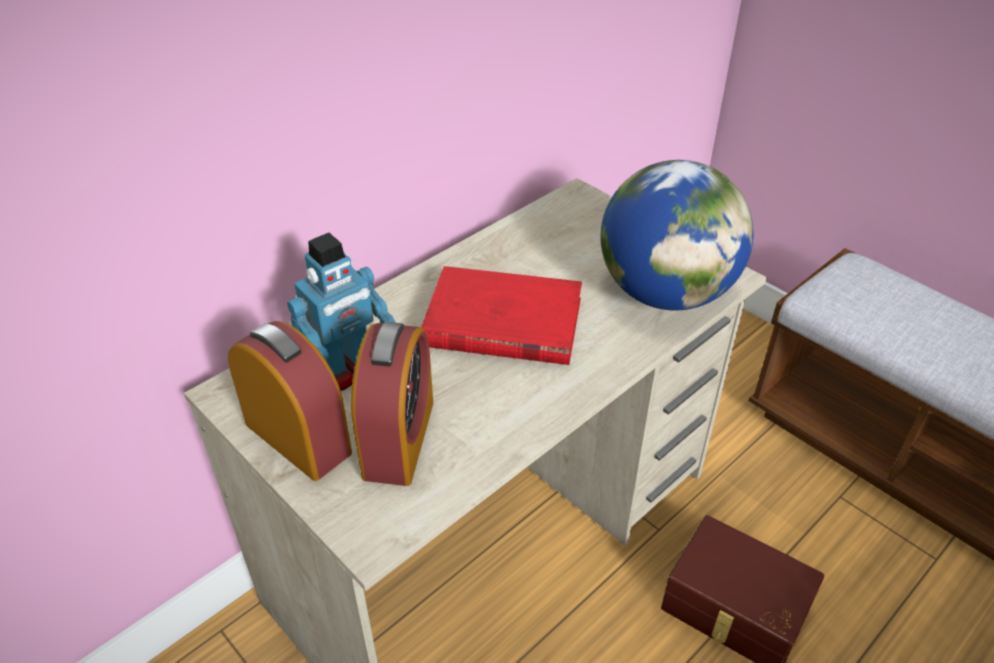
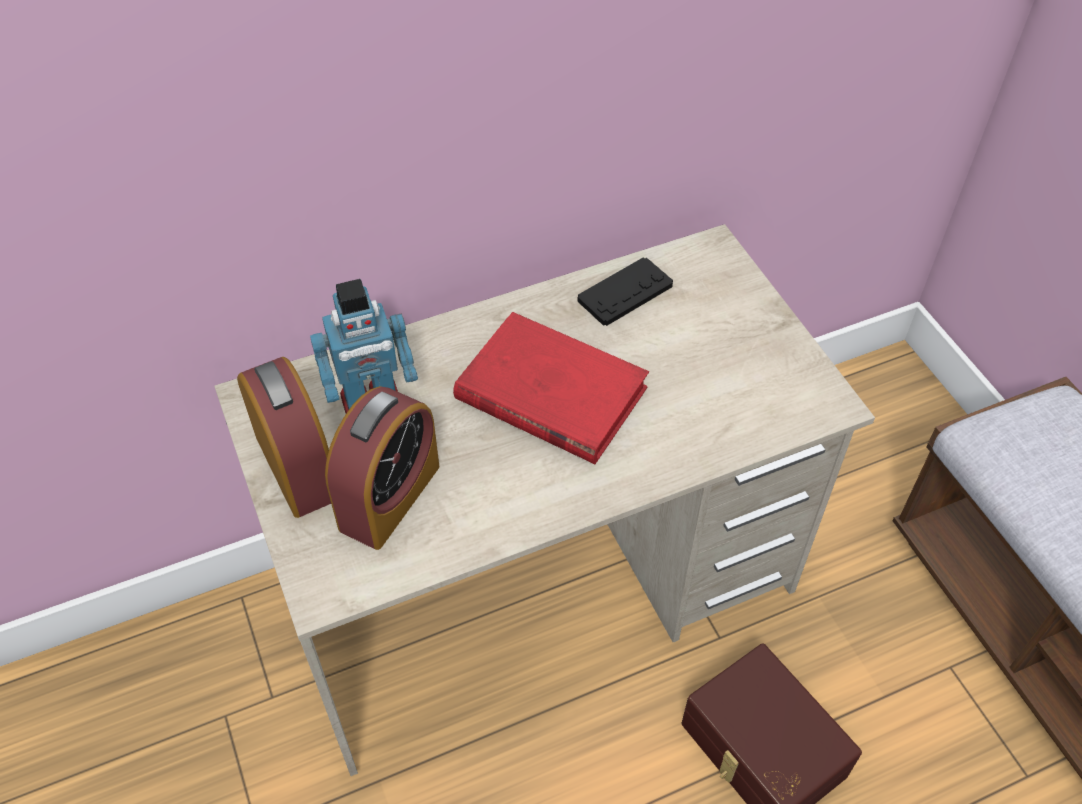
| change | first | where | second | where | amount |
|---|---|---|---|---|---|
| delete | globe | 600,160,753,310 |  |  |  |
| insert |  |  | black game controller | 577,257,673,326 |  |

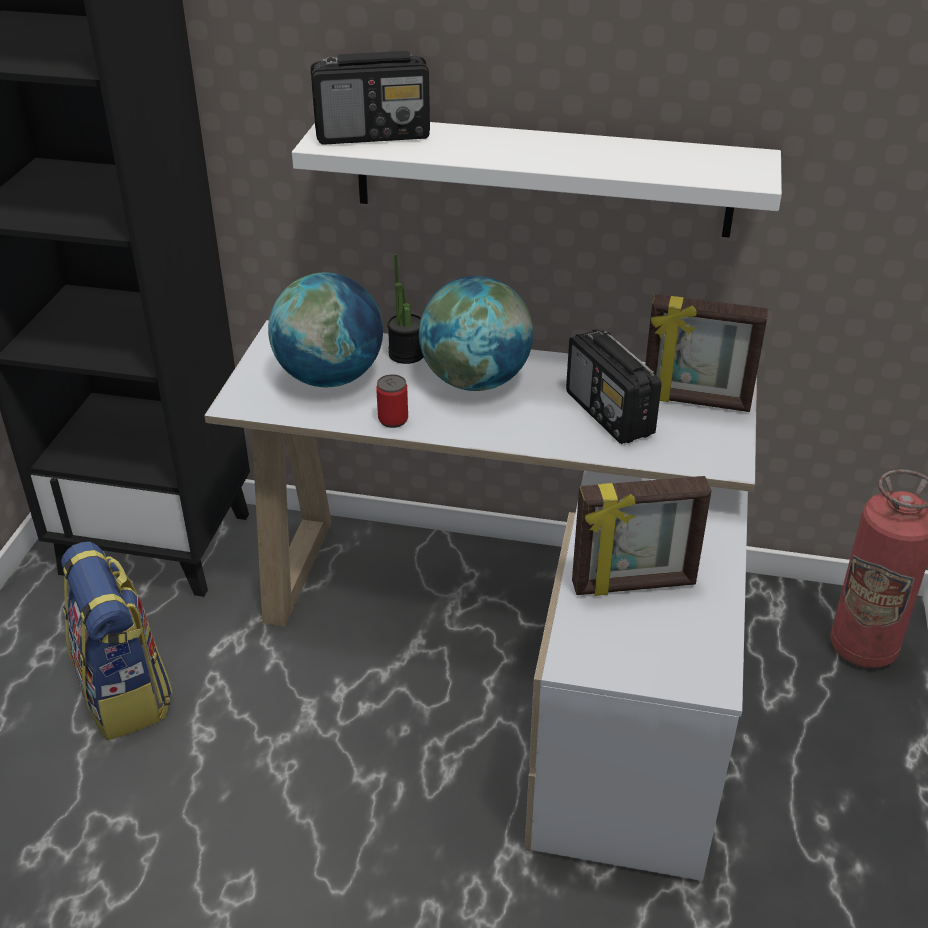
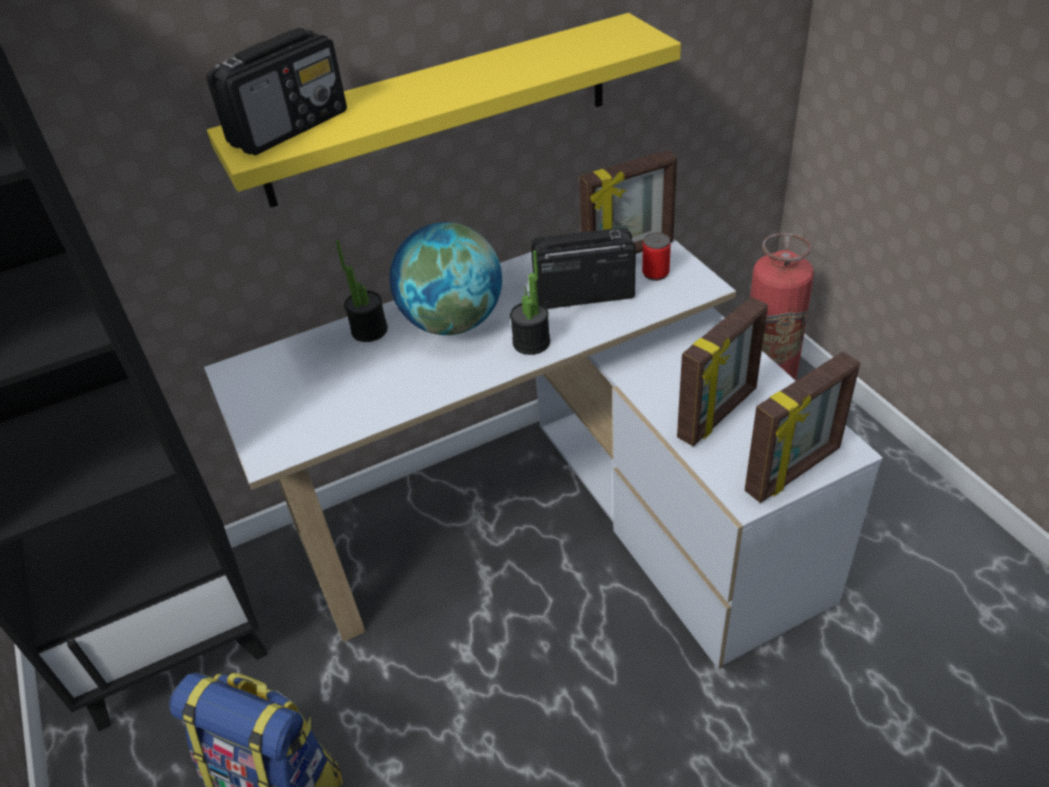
| change | first | where | second | where | amount |
|---|---|---|---|---|---|
| delete | globe | 268,273,383,387 |  |  |  |
| recolor | white shelf | 292,122,782,238 | yellow shelf | 207,13,681,208 |  |
| move | can | 376,374,408,428 |  | 642,233,671,281 |  |
| rotate | radio | 566,329,662,444 |  | 531,227,636,309 | 150 degrees clockwise |
| insert |  |  | potted plant | 510,250,550,355 |  |
| insert |  |  | picture frame | 745,352,860,503 |  |

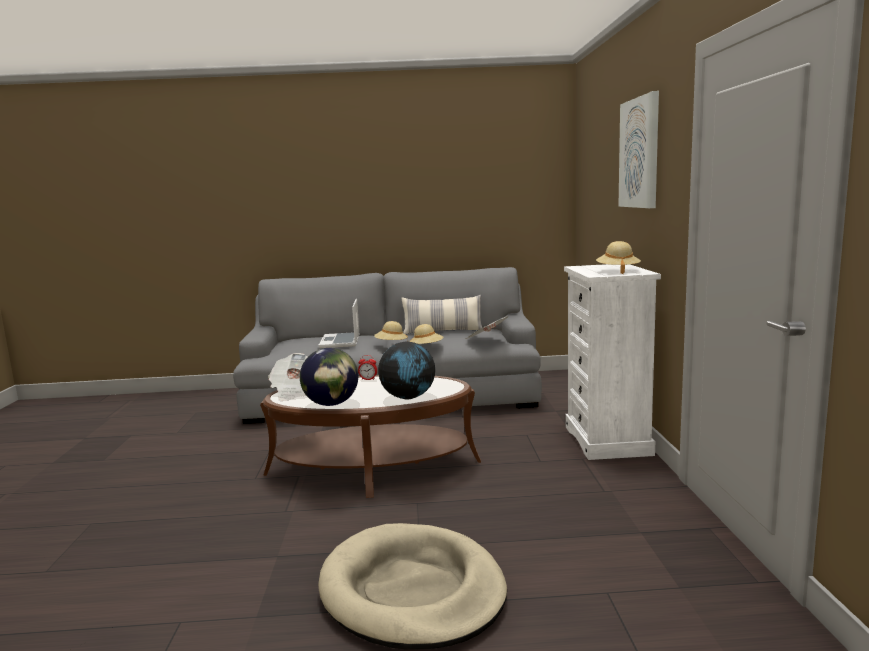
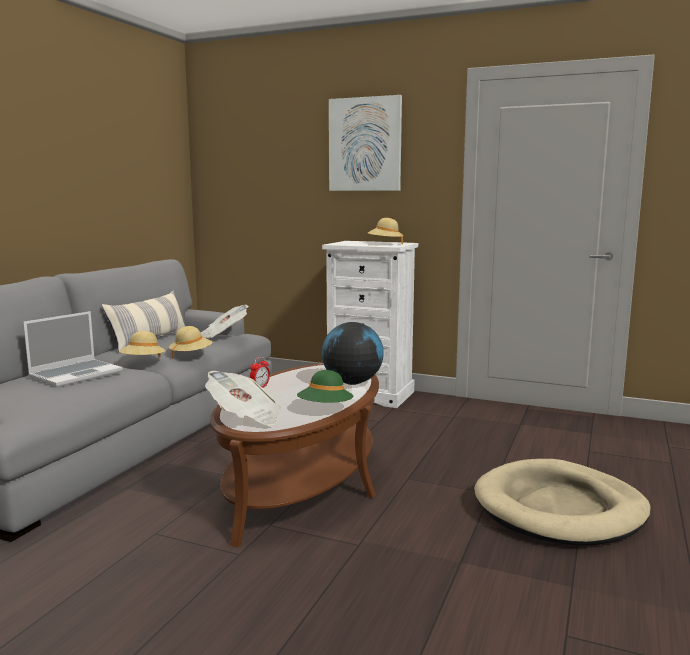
| change | first | where | second | where | amount |
|---|---|---|---|---|---|
| replace | globe | 300,348,358,406 | green hat | 297,370,353,403 |  |
| rotate | laptop | 318,299,360,348 |  | 23,311,123,387 | 75 degrees counterclockwise |

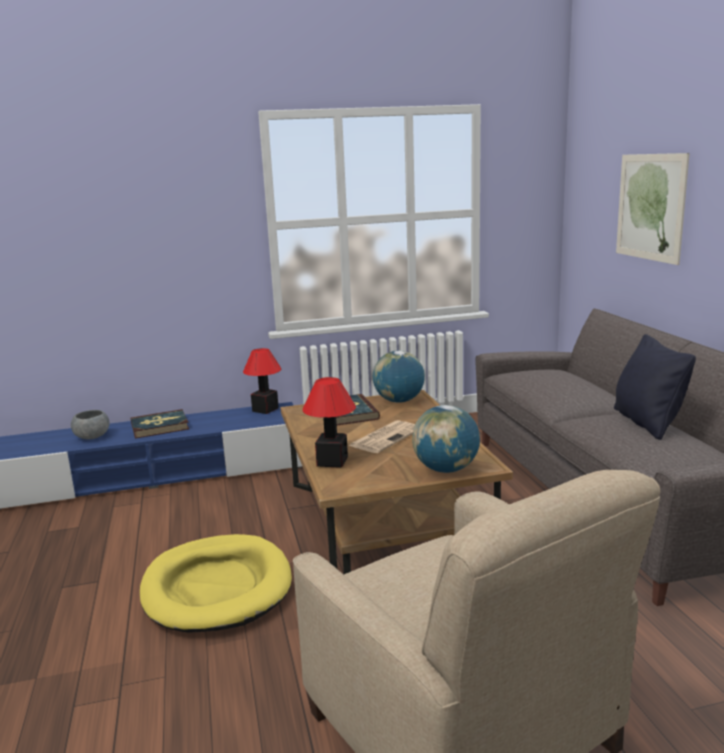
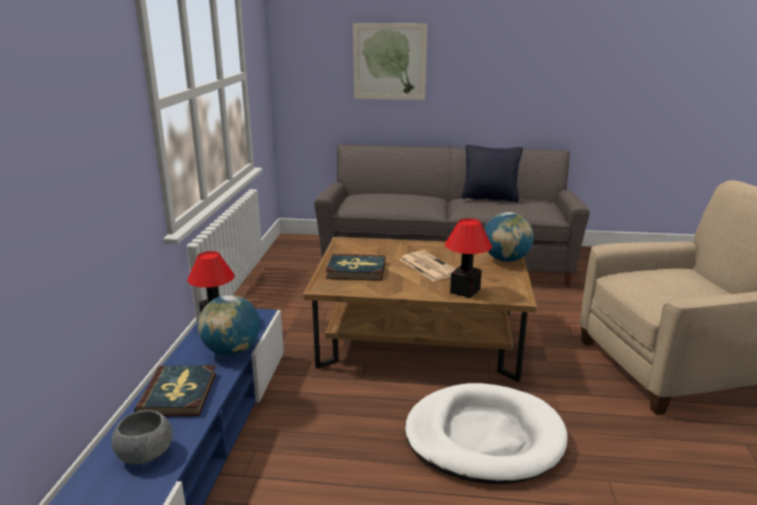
| change | first | where | second | where | amount |
|---|---|---|---|---|---|
| recolor | yellow dog bed | 140,534,292,633 | white dog bed | 405,383,568,484 |  |
| move | globe | 373,351,425,403 |  | 198,295,260,356 |  |

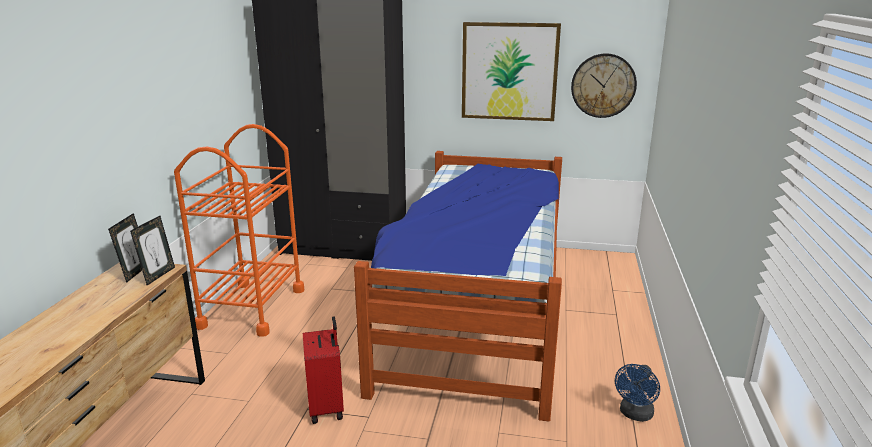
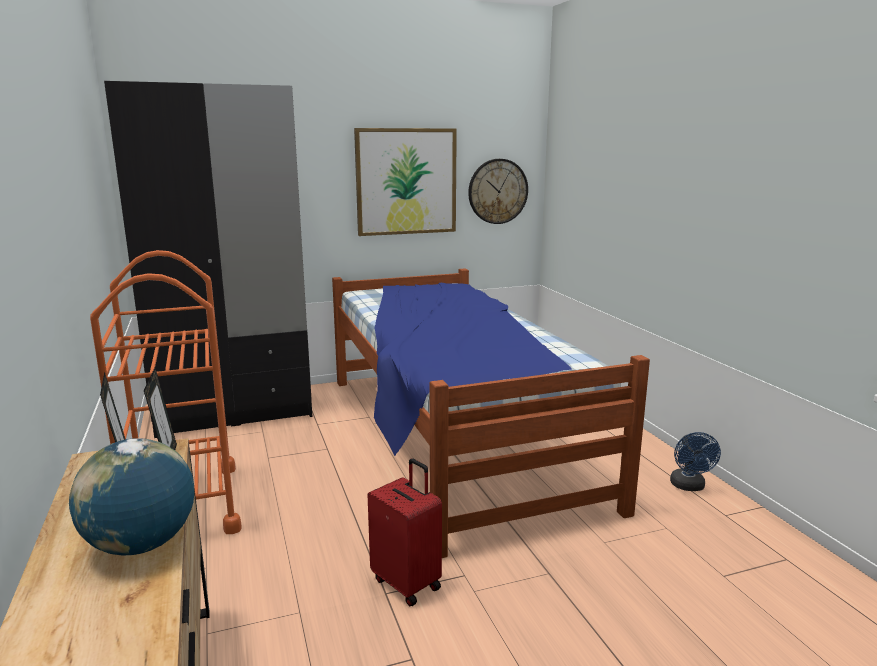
| change | first | where | second | where | amount |
|---|---|---|---|---|---|
| insert |  |  | globe | 69,438,194,556 |  |

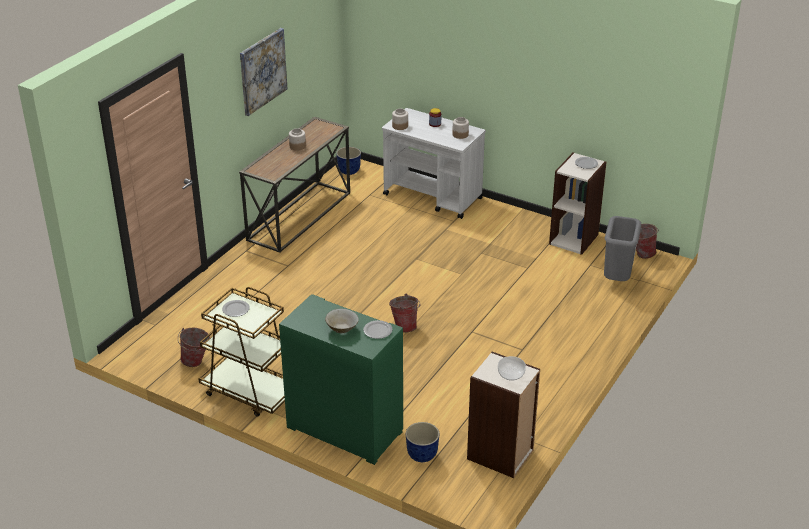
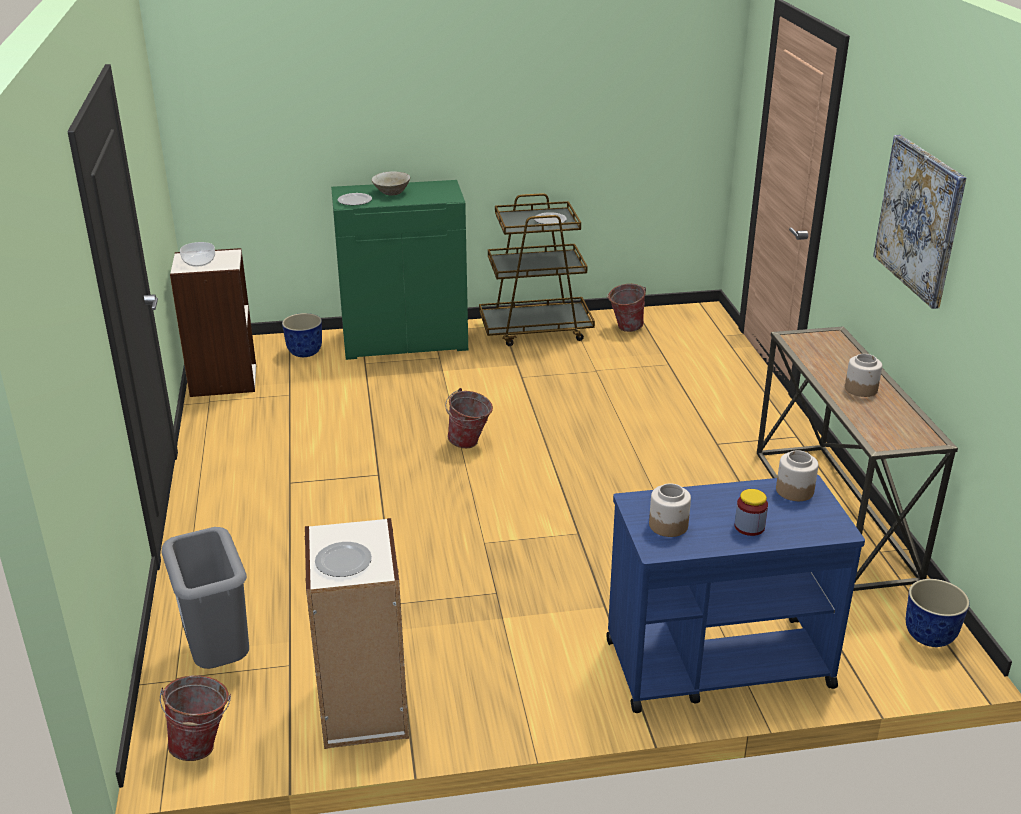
| change | first | where | second | where | amount |
|---|---|---|---|---|---|
| recolor | white cart | 382,108,486,219 | blue cart | 607,475,865,713 |  |

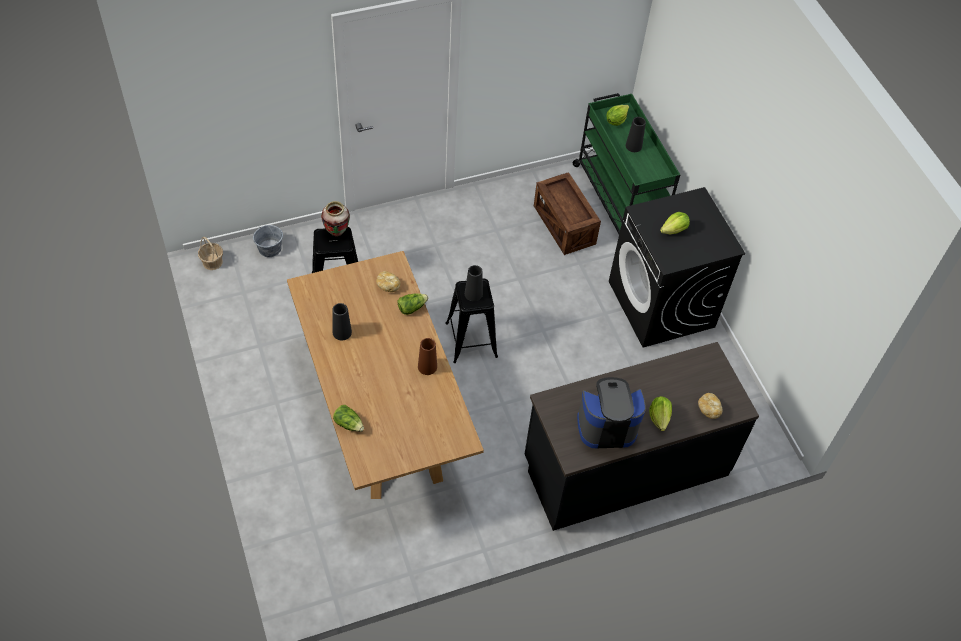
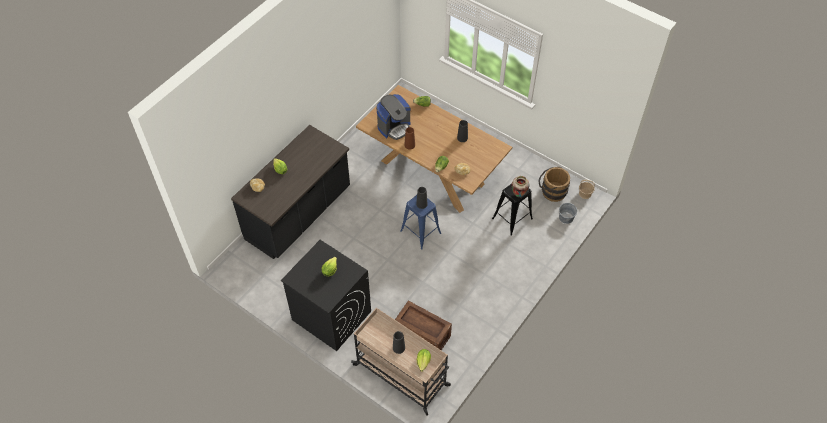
| change | first | where | second | where | amount |
|---|---|---|---|---|---|
| recolor | black stool | 445,278,498,363 | blue stool | 400,195,441,249 |  |
| recolor | green cart | 572,93,680,234 | beige cart | 351,308,451,416 |  |
| move | coffee machine | 577,377,646,448 |  | 376,94,411,140 |  |
| insert |  |  | brown bucket | 538,167,570,202 |  |

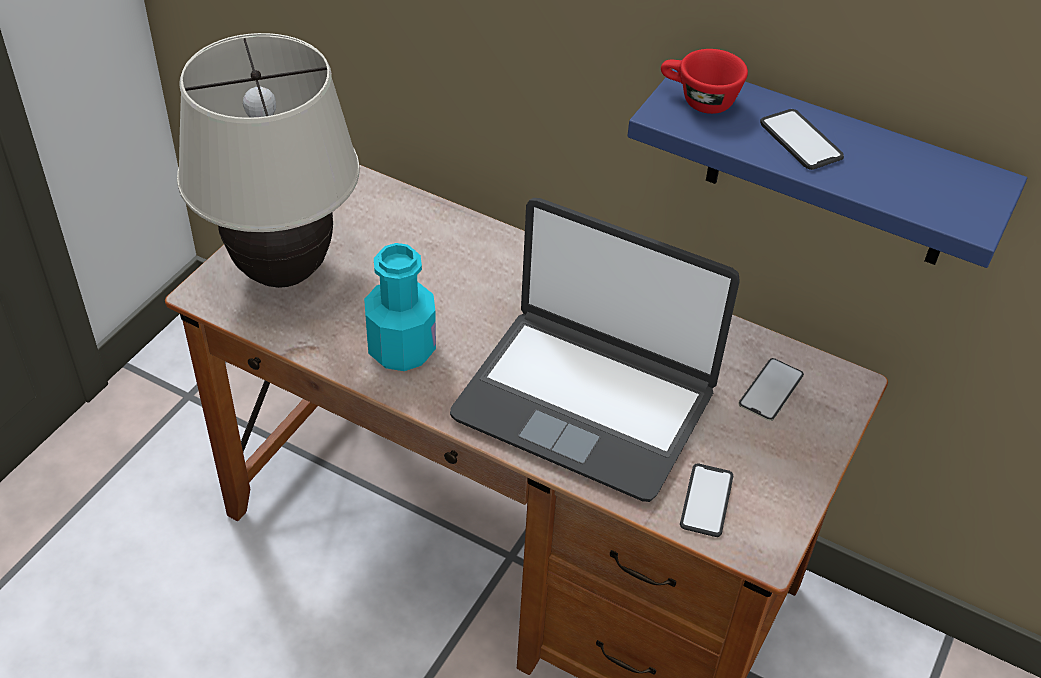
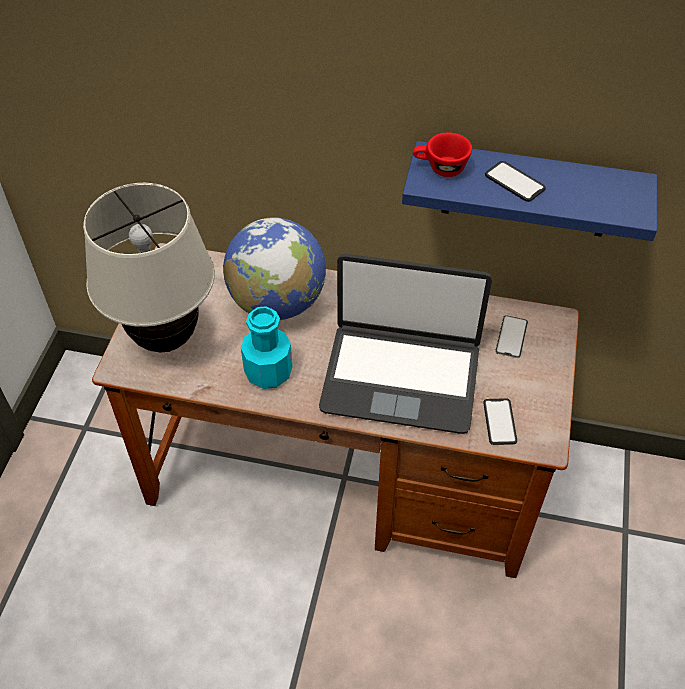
| change | first | where | second | where | amount |
|---|---|---|---|---|---|
| insert |  |  | globe | 223,217,326,320 |  |

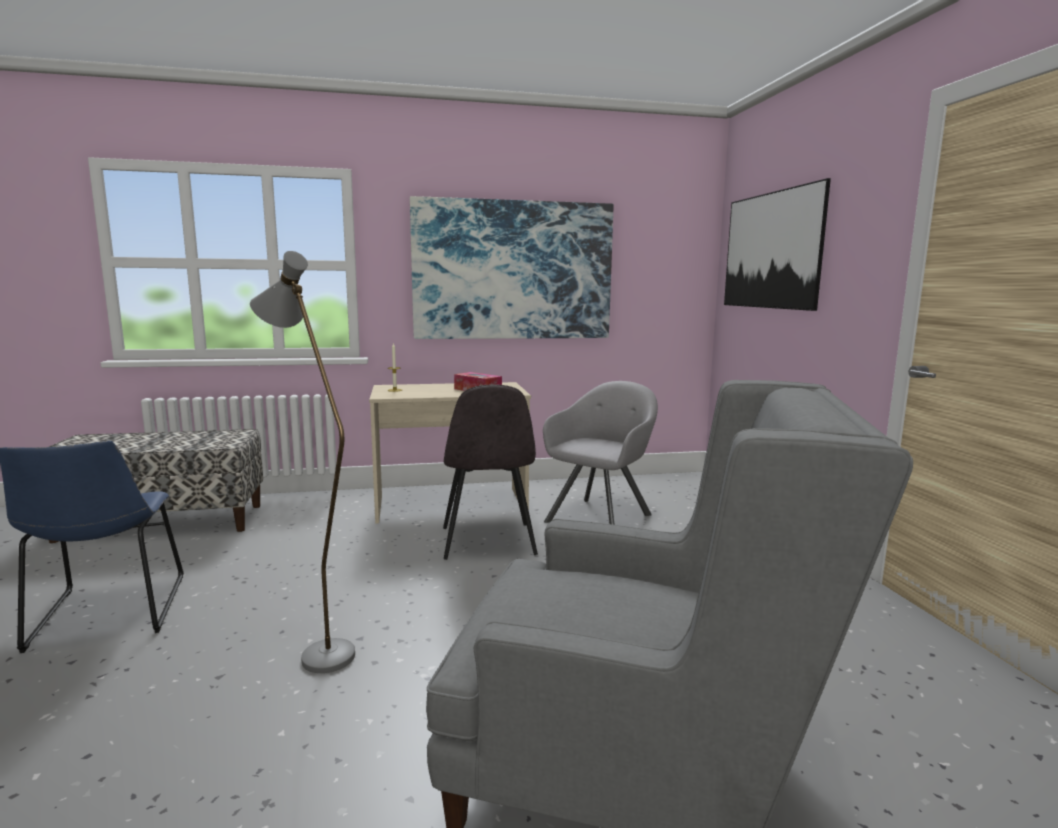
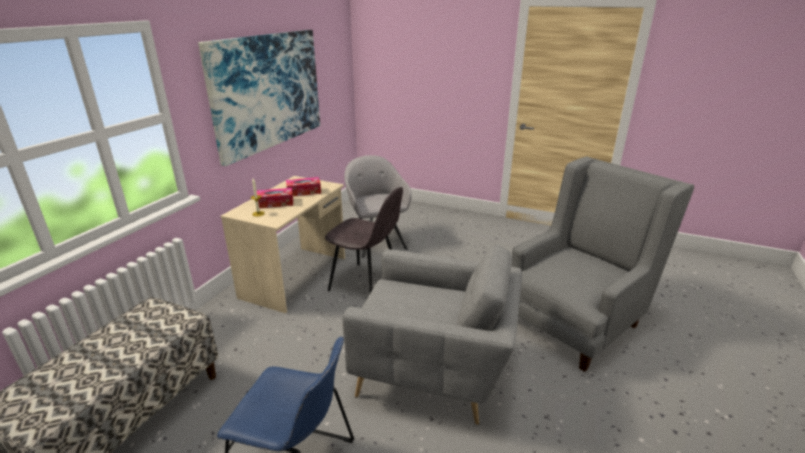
| change | first | where | second | where | amount |
|---|---|---|---|---|---|
| replace | grey floor lamp | 250,251,355,673 | grey armchair | 342,245,522,425 |  |
| delete | picture | 724,178,831,311 |  |  |  |
| insert |  |  | tissue box | 257,188,293,208 |  |

